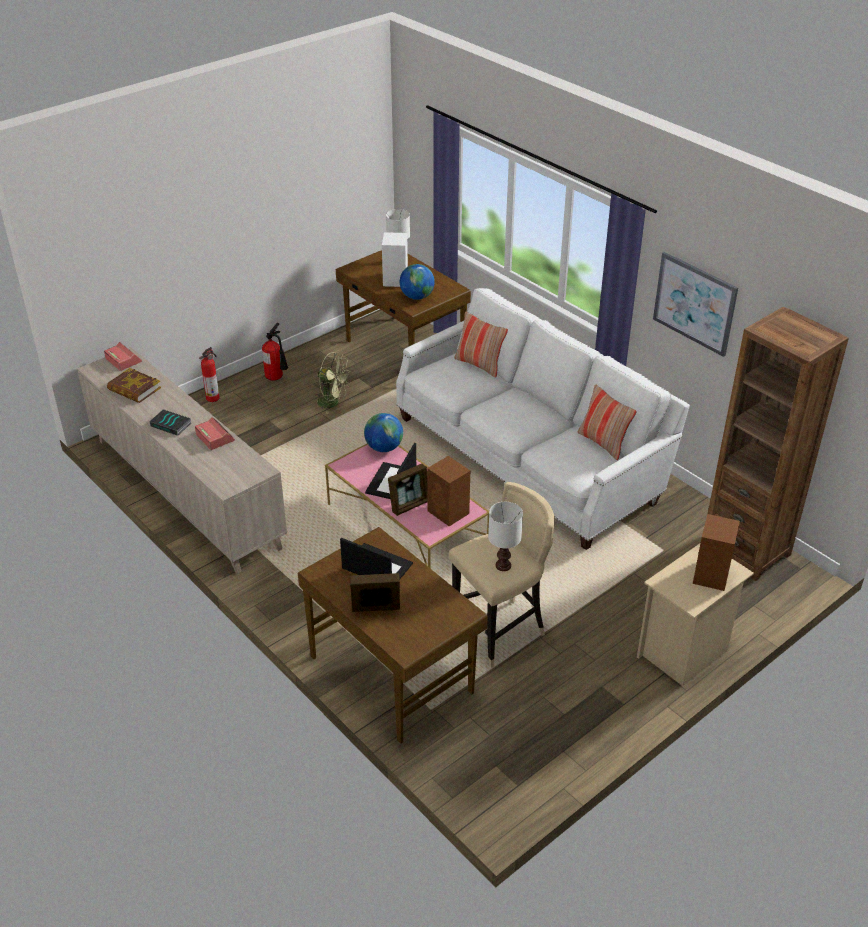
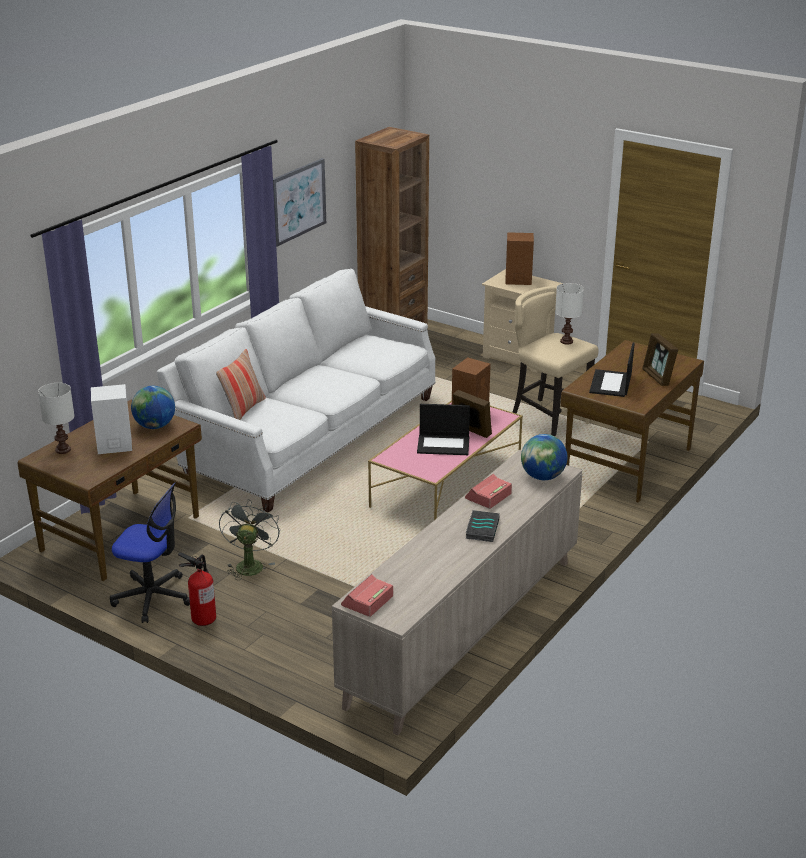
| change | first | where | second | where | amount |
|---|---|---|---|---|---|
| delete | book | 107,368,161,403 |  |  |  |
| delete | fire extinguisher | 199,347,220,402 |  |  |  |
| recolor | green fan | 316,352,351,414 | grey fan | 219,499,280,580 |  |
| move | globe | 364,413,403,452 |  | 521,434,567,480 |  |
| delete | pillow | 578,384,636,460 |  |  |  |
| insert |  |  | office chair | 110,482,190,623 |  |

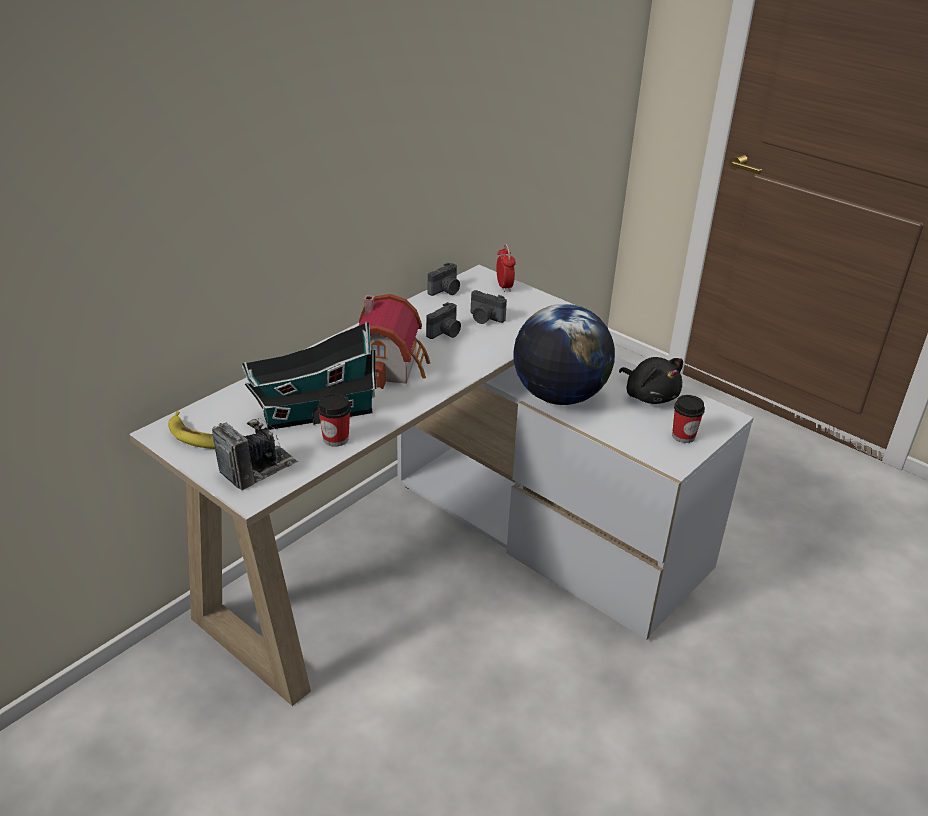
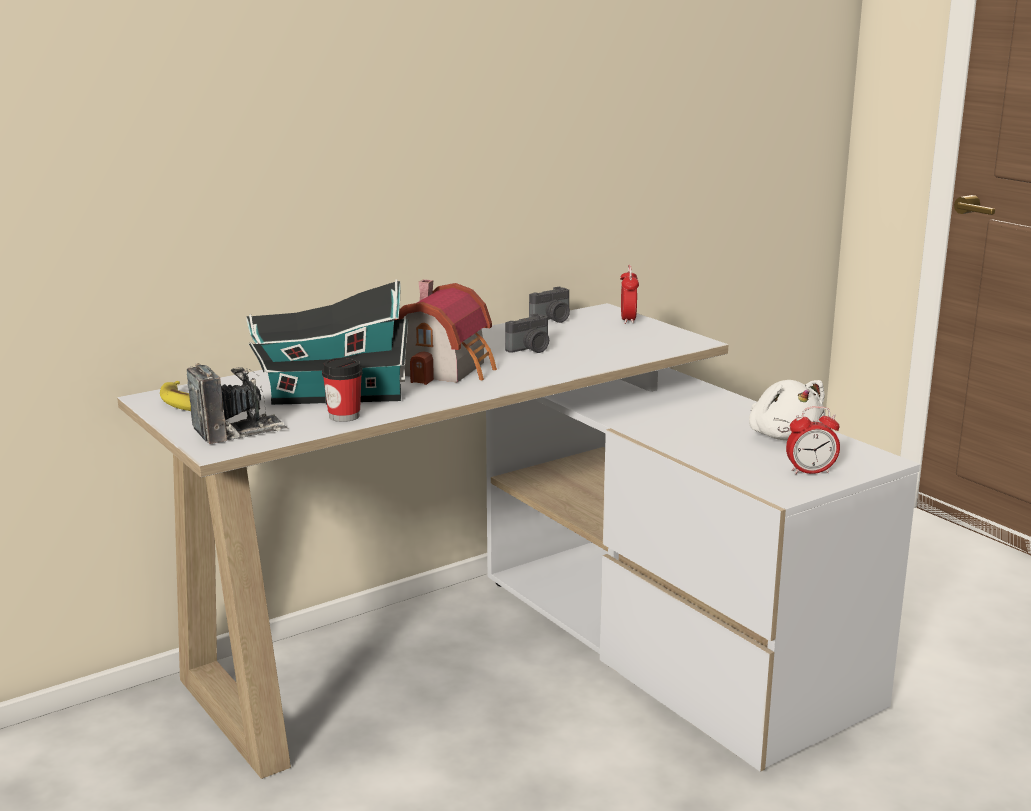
| change | first | where | second | where | amount |
|---|---|---|---|---|---|
| delete | photo camera | 471,290,507,324 |  |  |  |
| delete | globe | 513,304,615,405 |  |  |  |
| recolor | black plush toy | 619,357,683,404 | white plush toy | 749,380,825,440 |  |
| replace | cup | 672,395,705,443 | alarm clock | 786,406,840,475 |  |

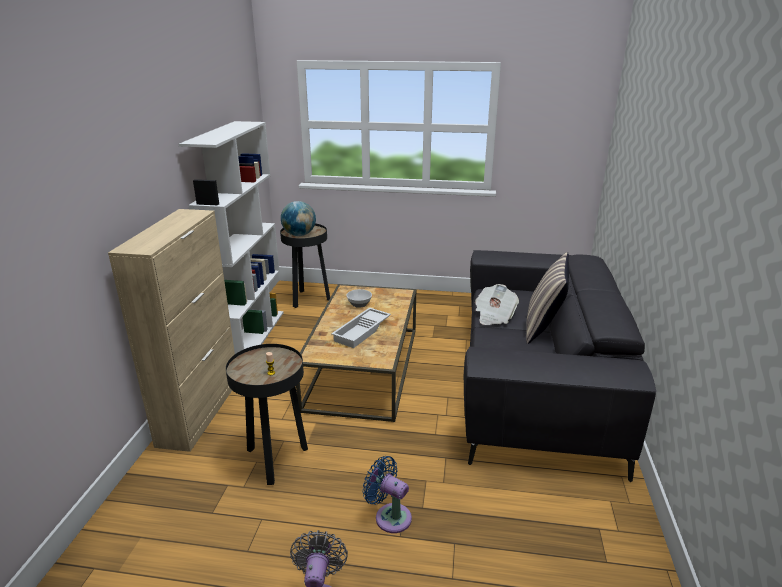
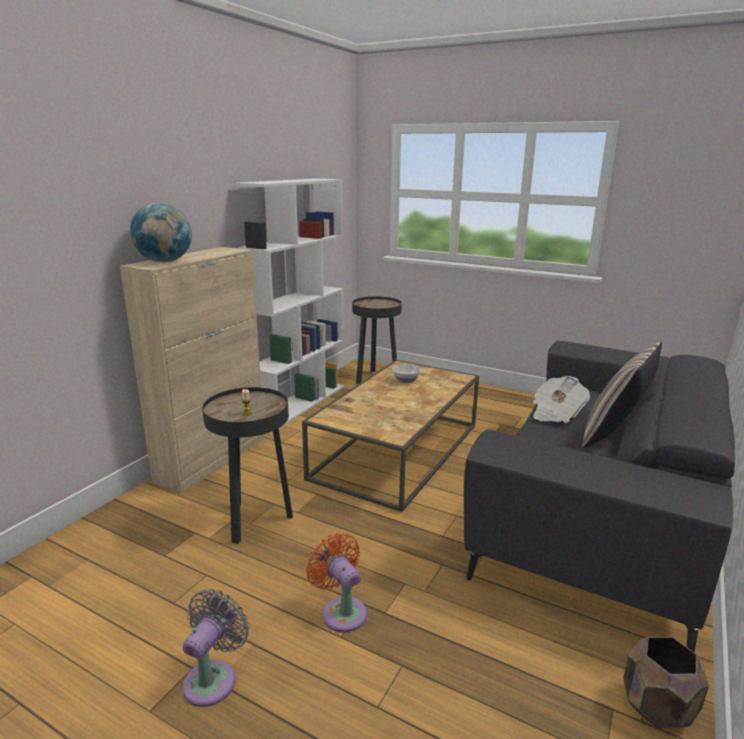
| change | first | where | second | where | amount |
|---|---|---|---|---|---|
| move | globe | 281,201,316,236 |  | 130,203,192,262 |  |
| delete | white tray | 331,307,391,348 |  |  |  |
| recolor | blue fan | 363,456,412,533 | orange fan | 306,533,367,633 |  |
| insert |  |  | brown planter | 623,637,709,728 |  |

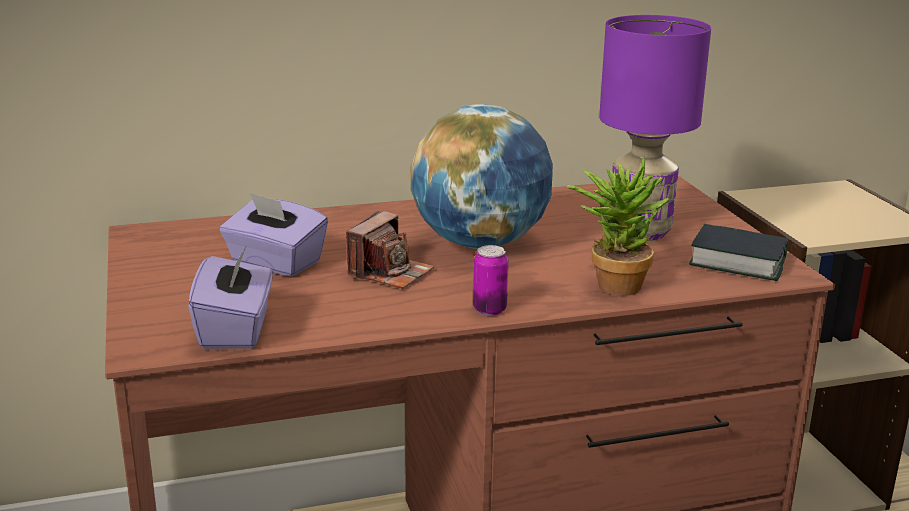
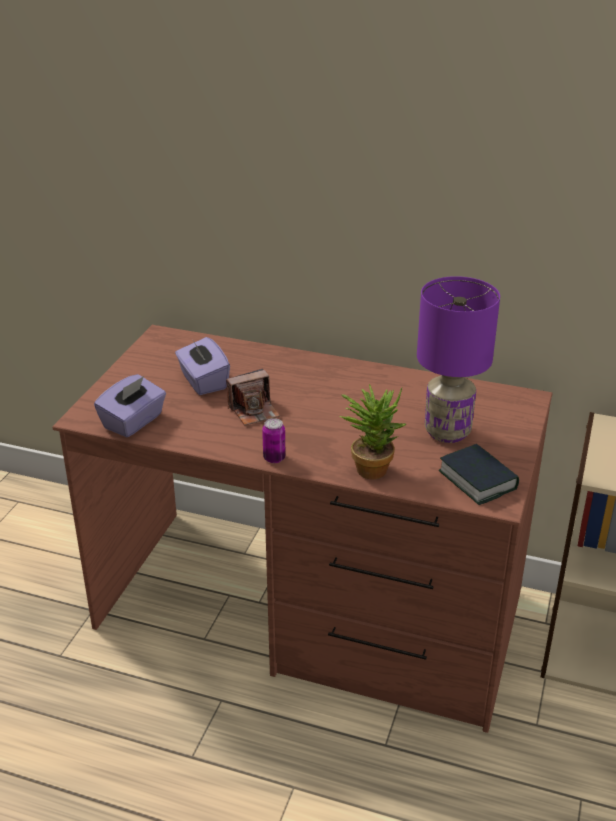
| change | first | where | second | where | amount |
|---|---|---|---|---|---|
| delete | globe | 411,104,553,249 |  |  |  |

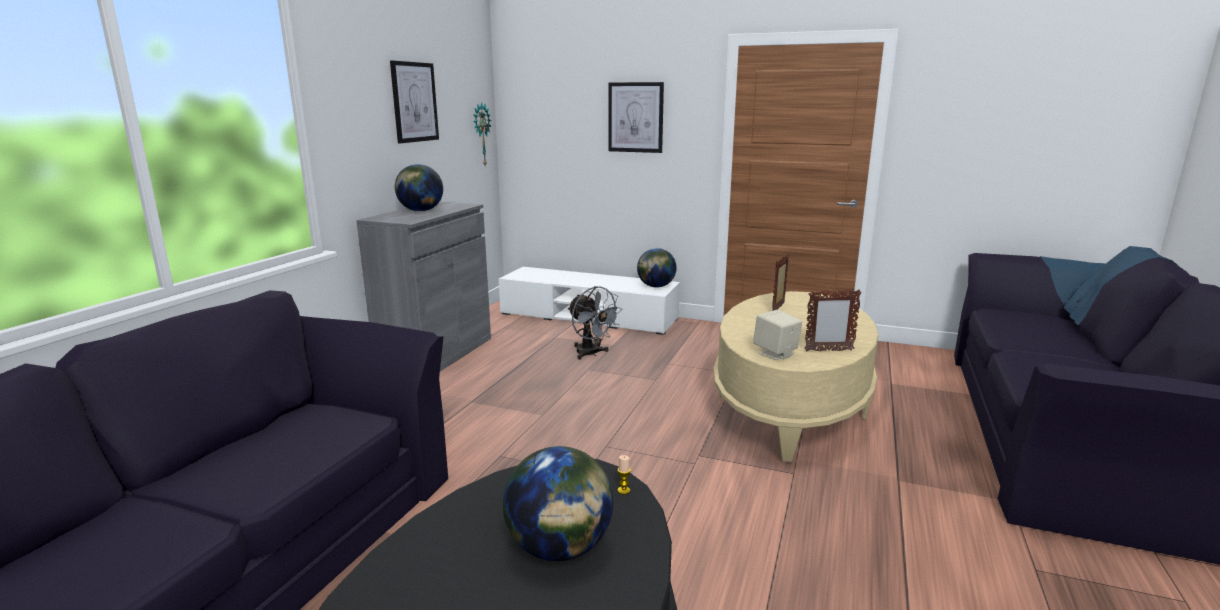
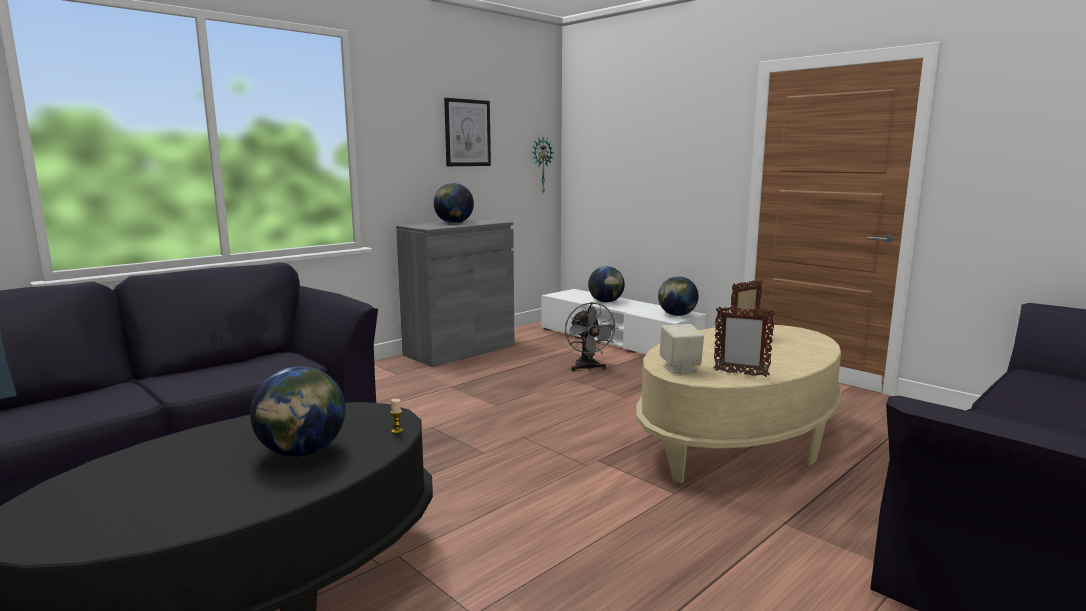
| change | first | where | second | where | amount |
|---|---|---|---|---|---|
| delete | picture | 608,82,664,153 |  |  |  |
| insert |  |  | globe | 588,266,625,303 |  |

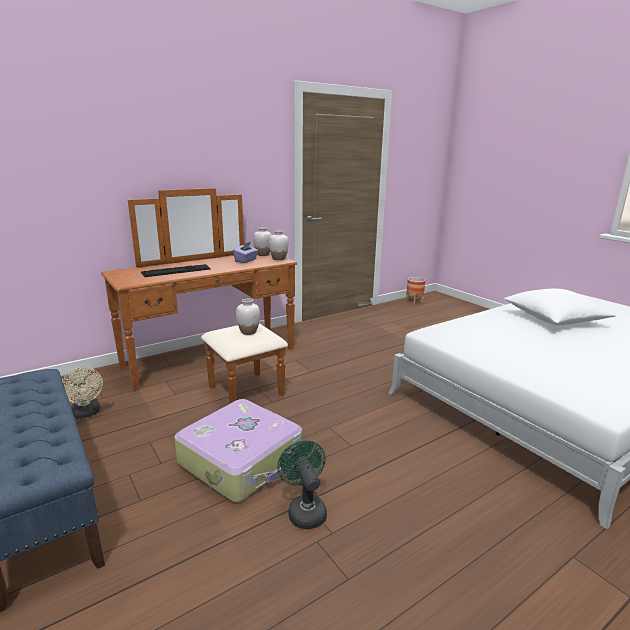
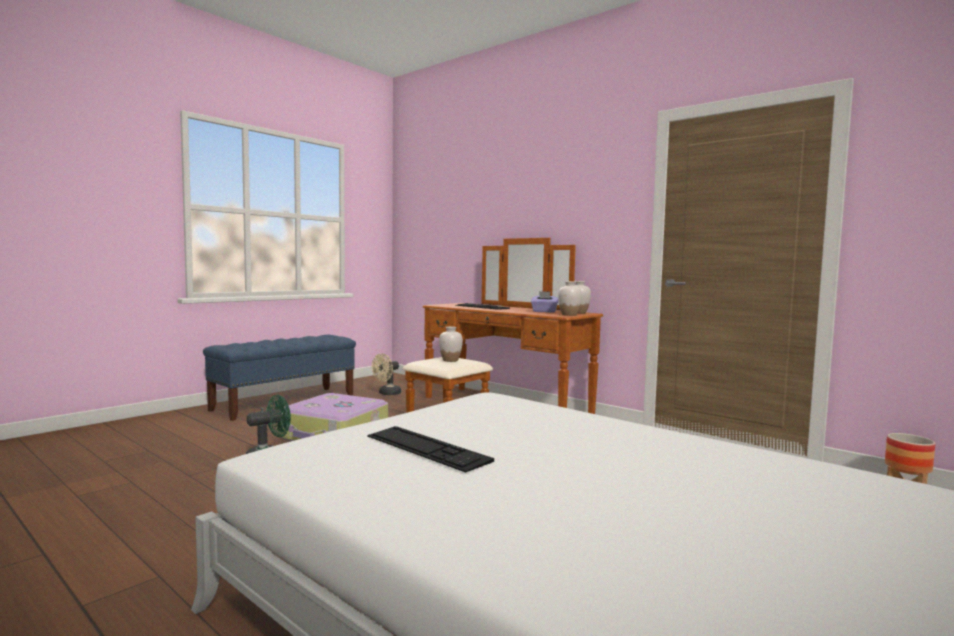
| change | first | where | second | where | amount |
|---|---|---|---|---|---|
| delete | white pillow | 504,289,616,325 |  |  |  |
| insert |  |  | keyboard | 367,426,494,473 |  |

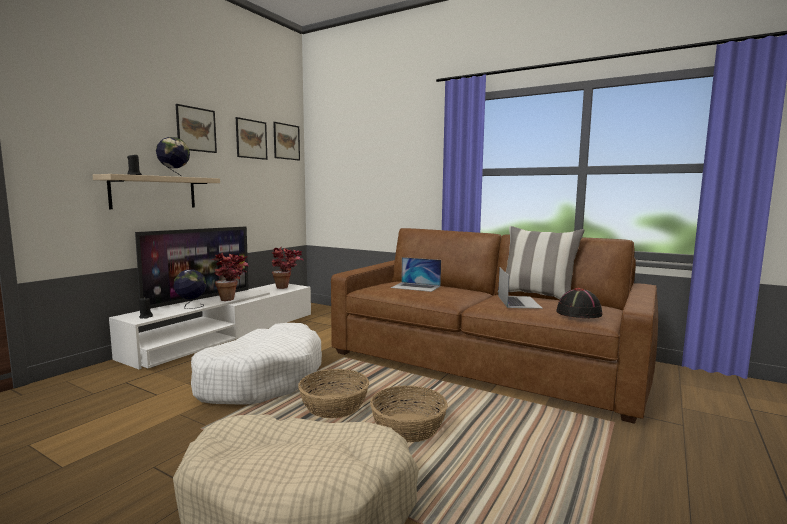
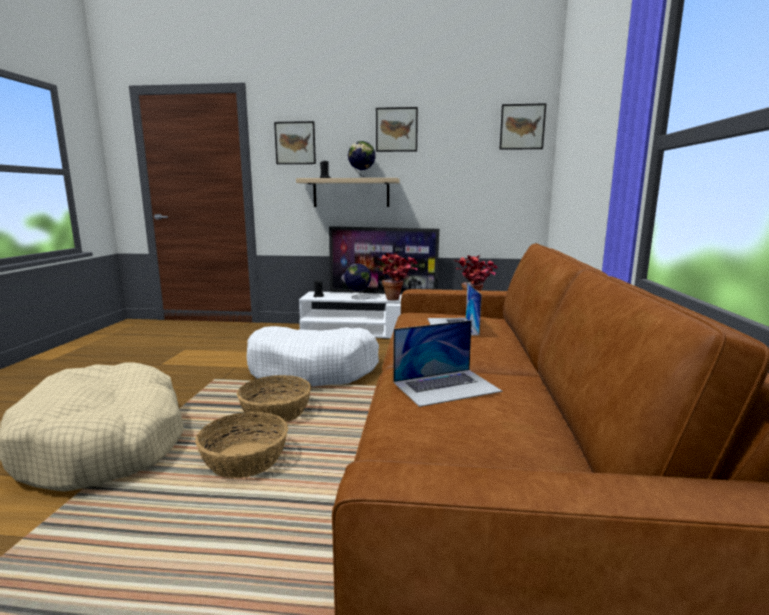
| change | first | where | second | where | amount |
|---|---|---|---|---|---|
| move | picture | 236,117,268,160 |  | 274,121,316,164 |  |
| delete | pillow | 506,226,584,299 |  |  |  |
| delete | black hat | 556,288,602,318 |  |  |  |

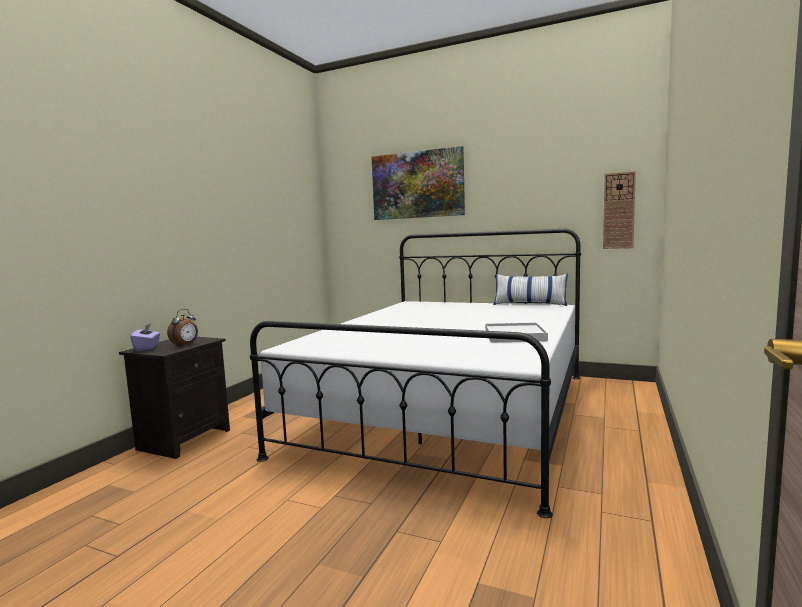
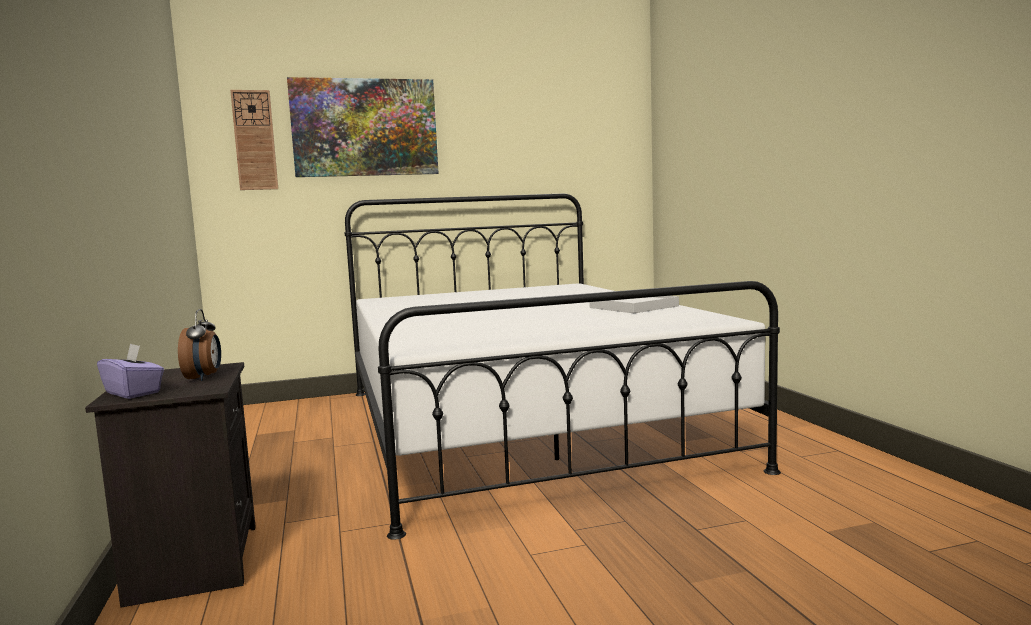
| change | first | where | second | where | amount |
|---|---|---|---|---|---|
| delete | pillow | 493,274,568,306 |  |  |  |
| move | wall clock | 603,171,636,249 |  | 230,90,278,190 |  |

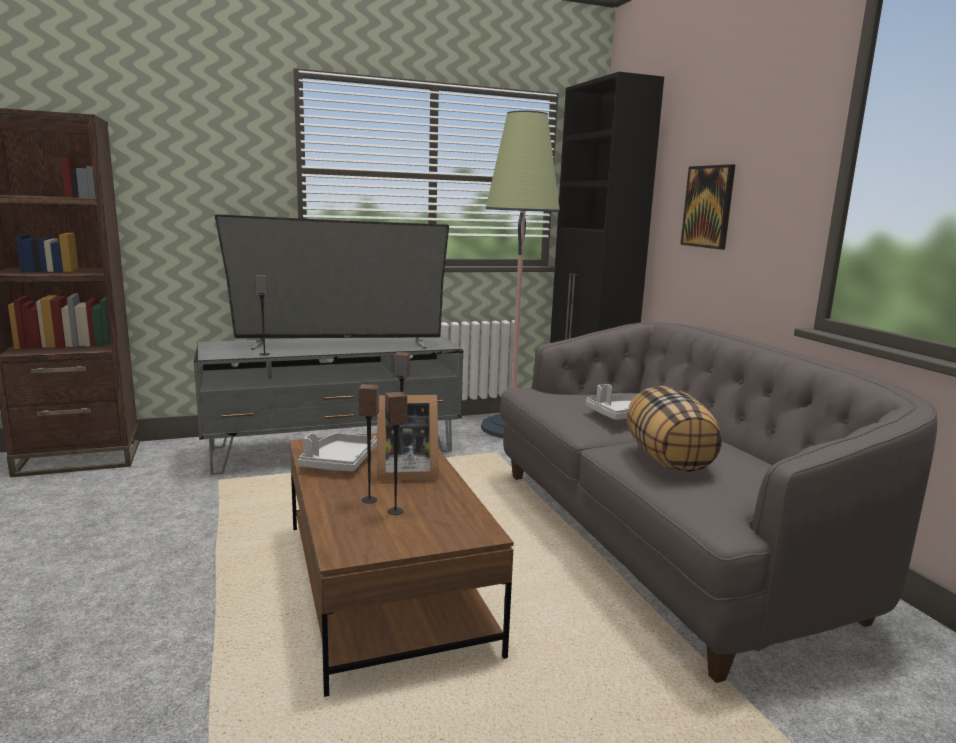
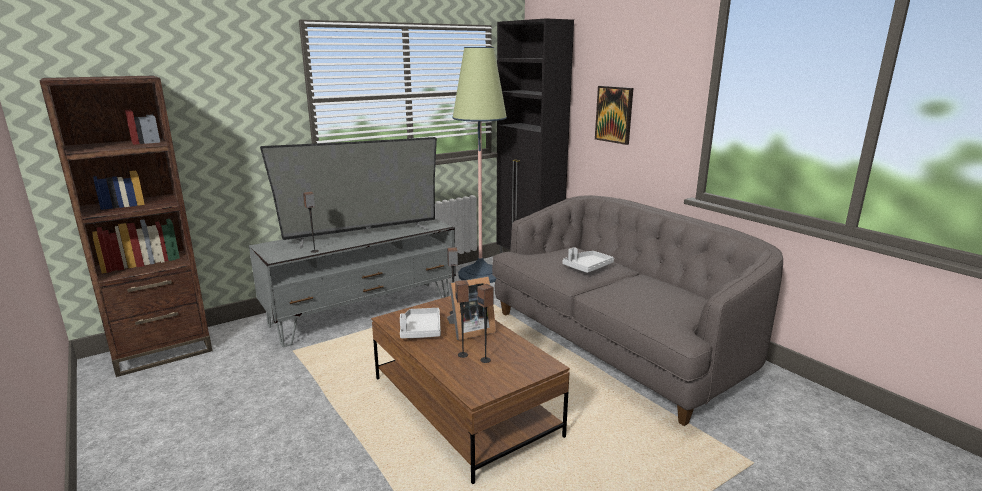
| change | first | where | second | where | amount |
|---|---|---|---|---|---|
| delete | pillow | 627,386,722,472 |  |  |  |

